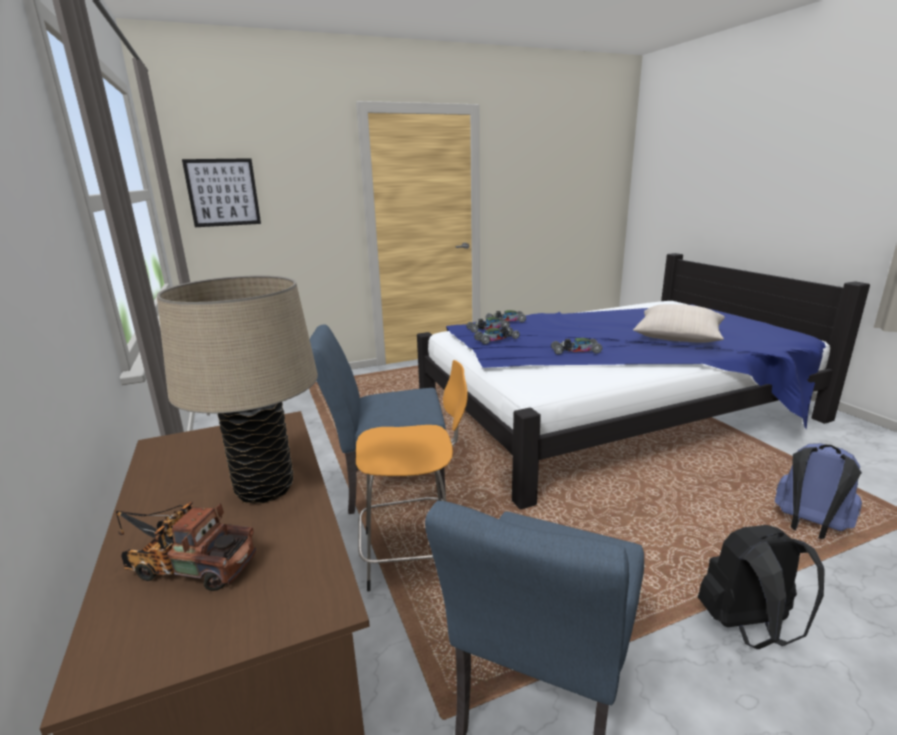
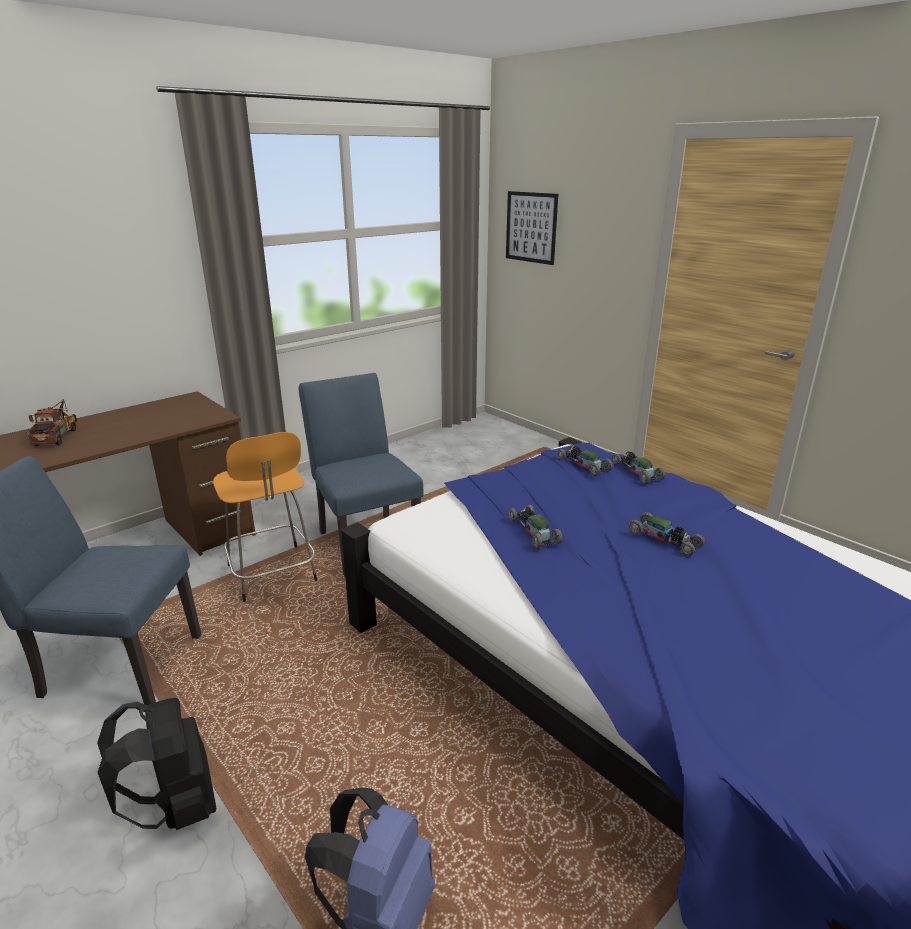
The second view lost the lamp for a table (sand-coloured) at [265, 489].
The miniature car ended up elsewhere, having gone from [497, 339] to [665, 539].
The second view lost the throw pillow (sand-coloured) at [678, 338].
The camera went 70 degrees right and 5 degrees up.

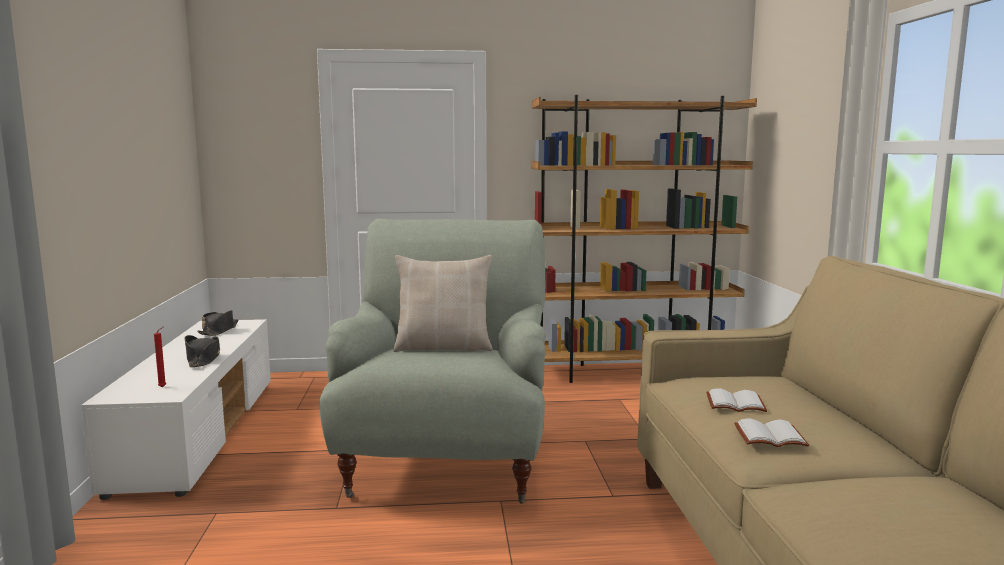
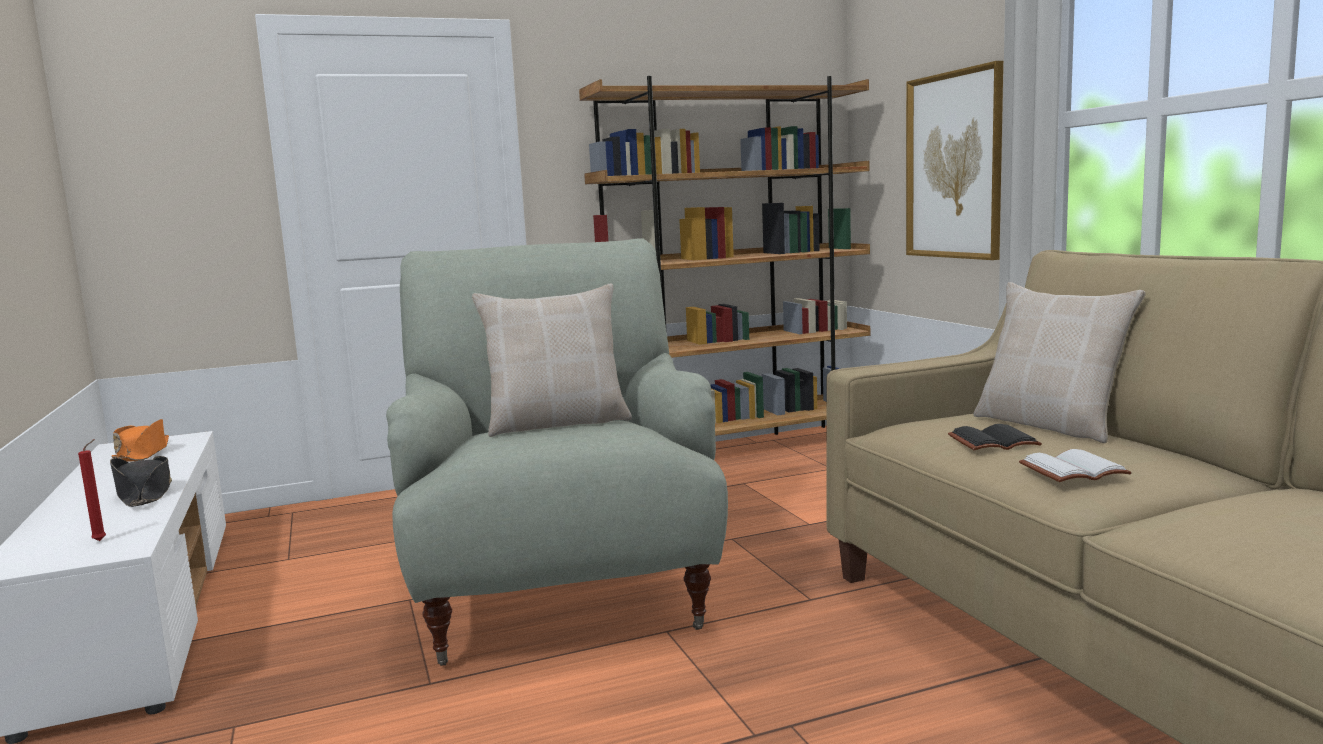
What was the clothing hat (black) at [219, 331] turned into the clothing hat (orangey) at [143, 454].
What was the book (whitish) at [736, 403] turned into the book (black) at [993, 441].
The second view gained the wall picture at [954, 166].
The second view gained the throw pillow (sand-coloured) at [1050, 425].
The camera went 15 degrees left and 0 degrees up.

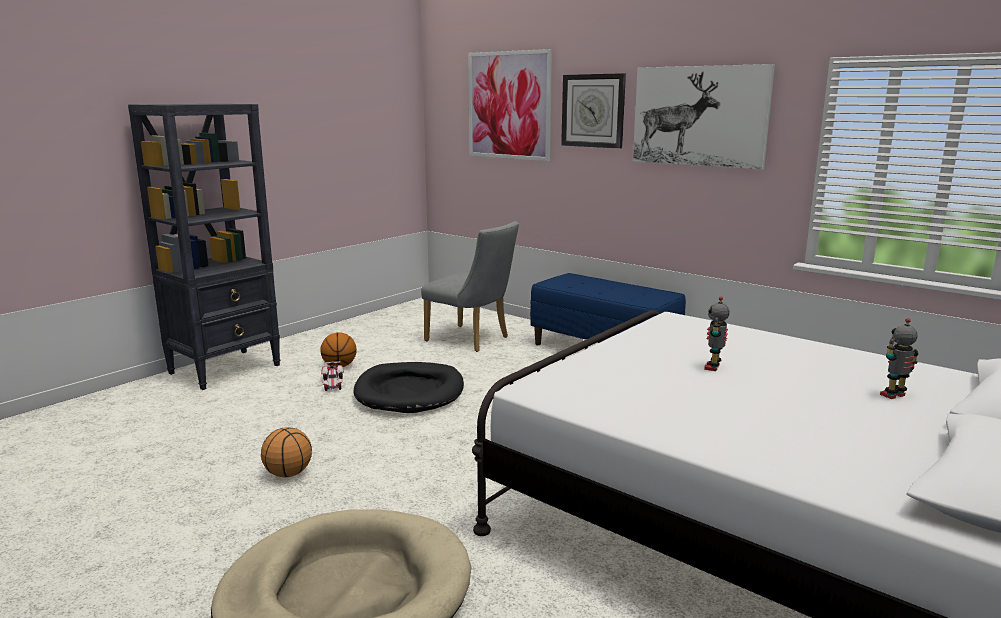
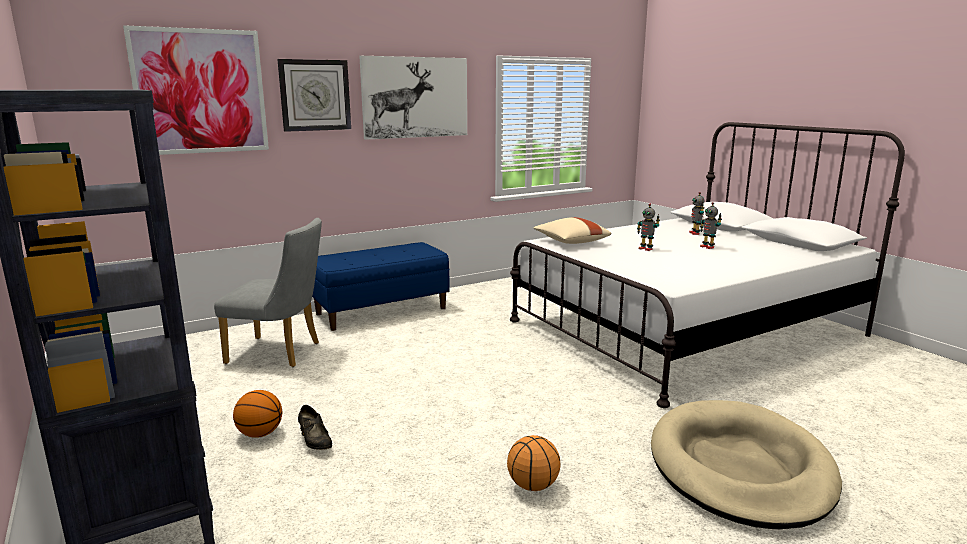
Where the miniature car stood at [333, 384], the low shoe (black) came to stand at [315, 442].
The second view lost the dog cushion (black) at [410, 392].
The upright chair (greyish) at [472, 340] ended up facing another way, 45 degrees clockwise from before.
The second view gained the throw pillow (sand-coloured) at [571, 242].
The second view gained the toy robot at [707, 247].
The camera went 70 degrees left and 0 degrees up.

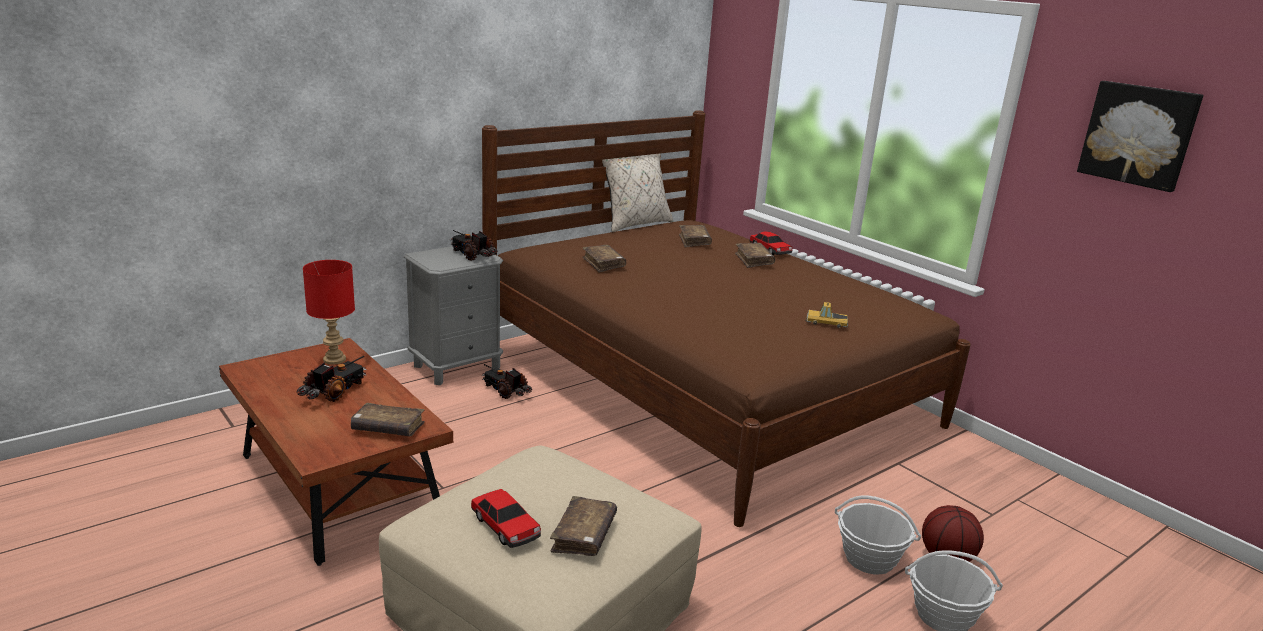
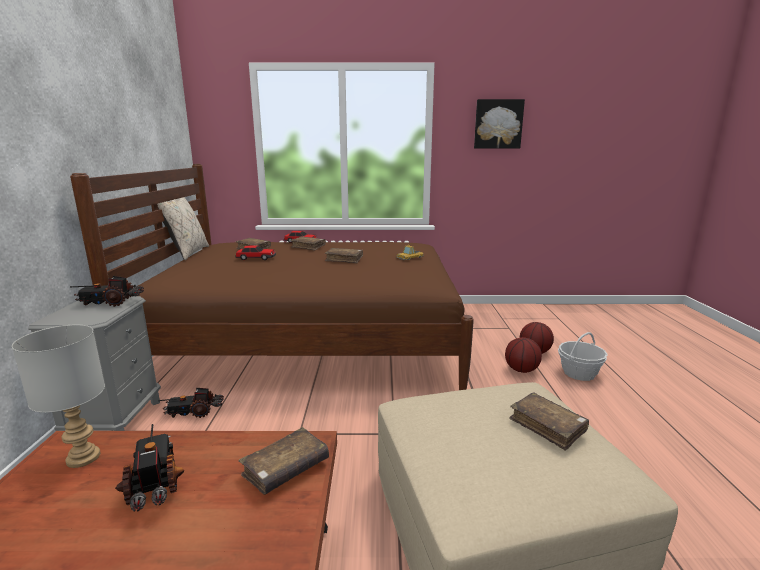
What was the lamp for a table (red) at [334, 360] turned into the lamp for a table (greyish) at [84, 458].
The miniature car ended up elsewhere, having gone from [506, 527] to [256, 258].
The book (brown-coloured) ended up elsewhere, having gone from [603, 264] to [344, 259].
Where the storage basket stood at [869, 558], the basketball ball came to stand at [521, 370].
The camera went 50 degrees left and 5 degrees down.

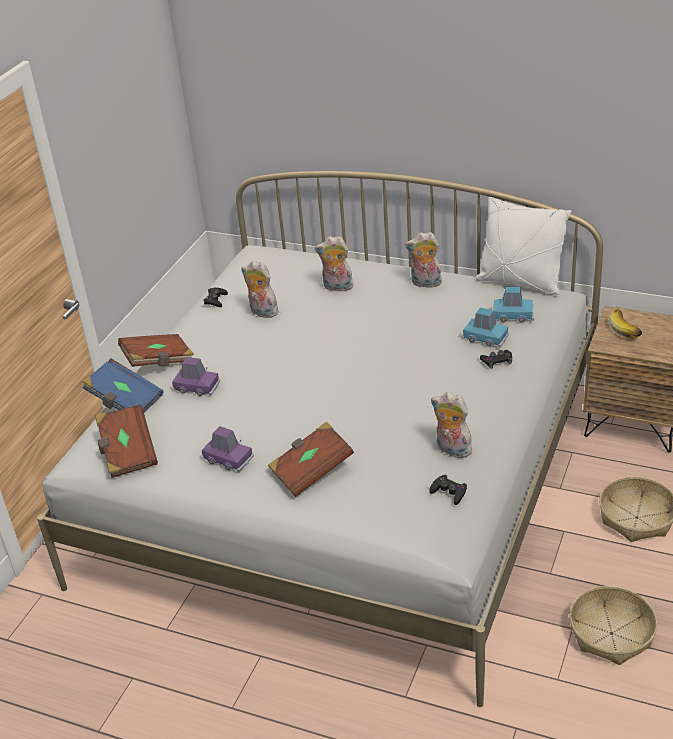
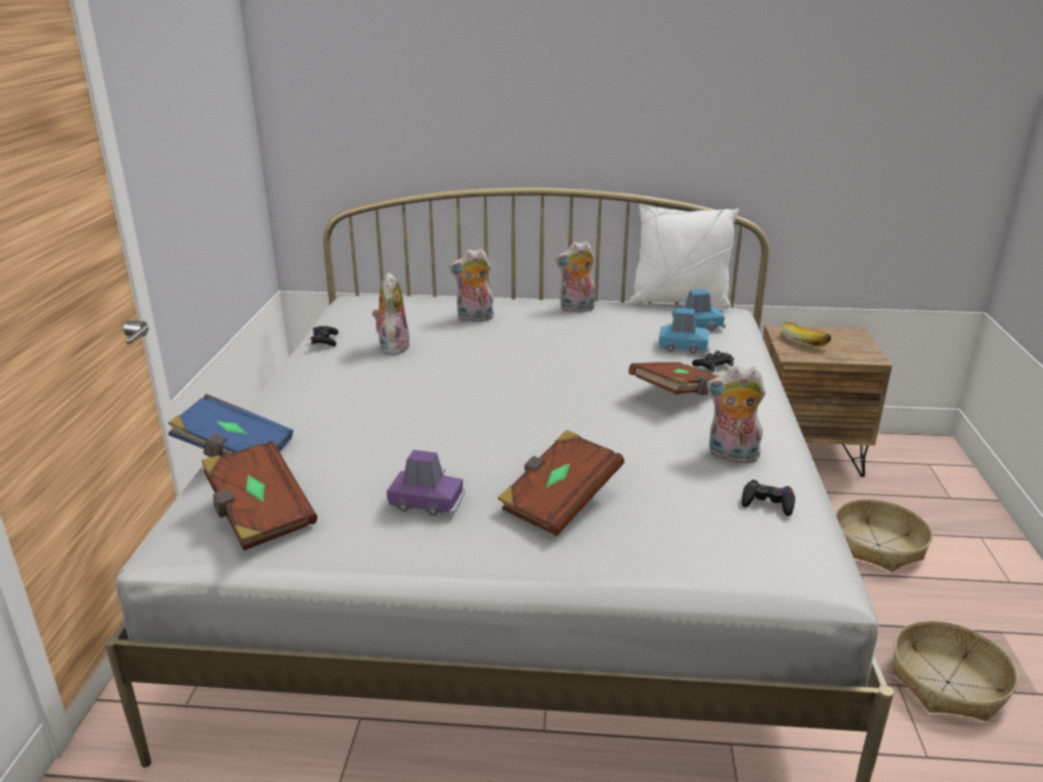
The book (brown-coloured) ended up elsewhere, having gone from [158, 361] to [678, 395].
The second view lost the miniature car (purplish) at [197, 387].
The cuddly toy at [262, 312] ended up facing another way, 75 degrees clockwise from before.
The camera went 20 degrees left and 10 degrees down.

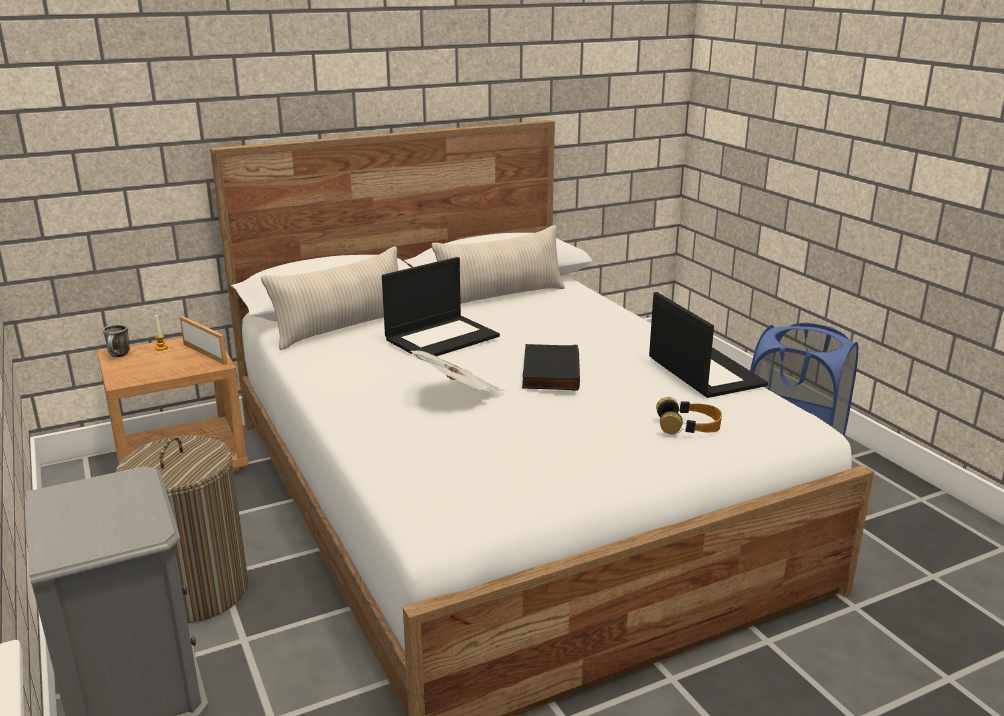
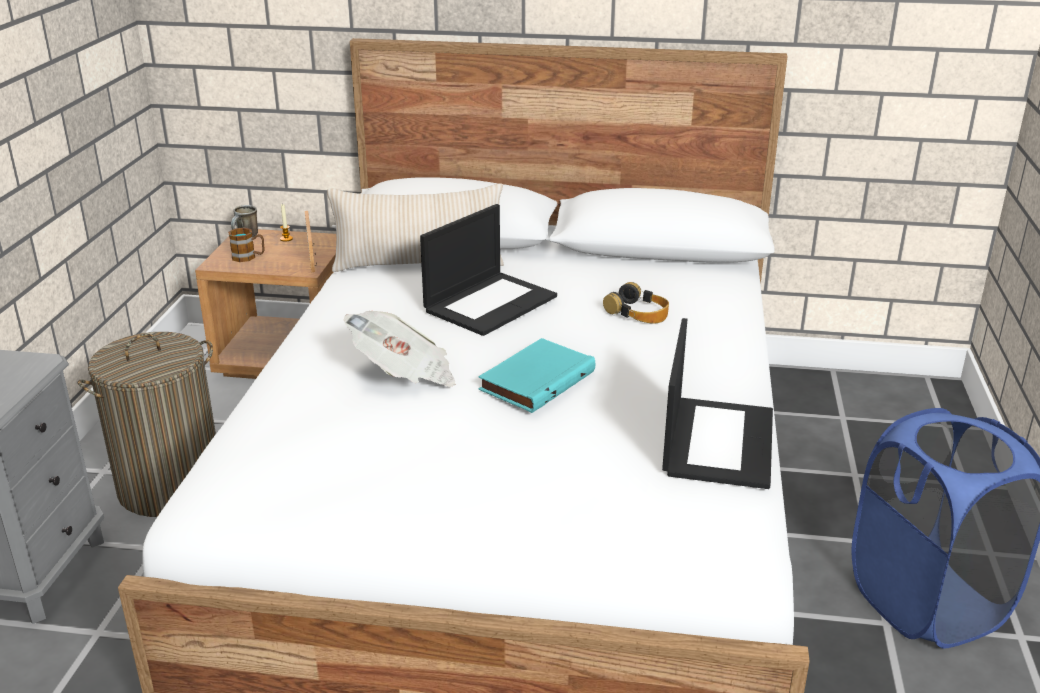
The portable computer at [442, 337] ended up facing another way, 45 degrees counterclockwise from before.
The second view lost the throw pillow (sand-coloured) at [501, 296].
What was the book (black) at [548, 372] turned into the book (blue-green) at [535, 379].
The headset ended up elsewhere, having gone from [688, 425] to [638, 313].
The second view gained the mug at [248, 257].
The camera went 35 degrees right and 5 degrees up.

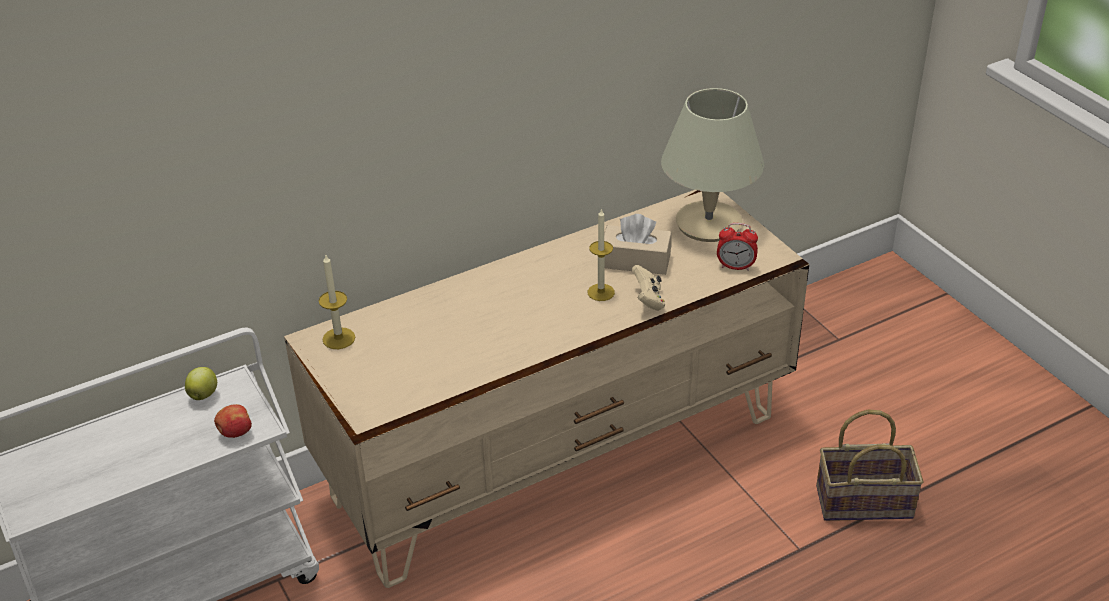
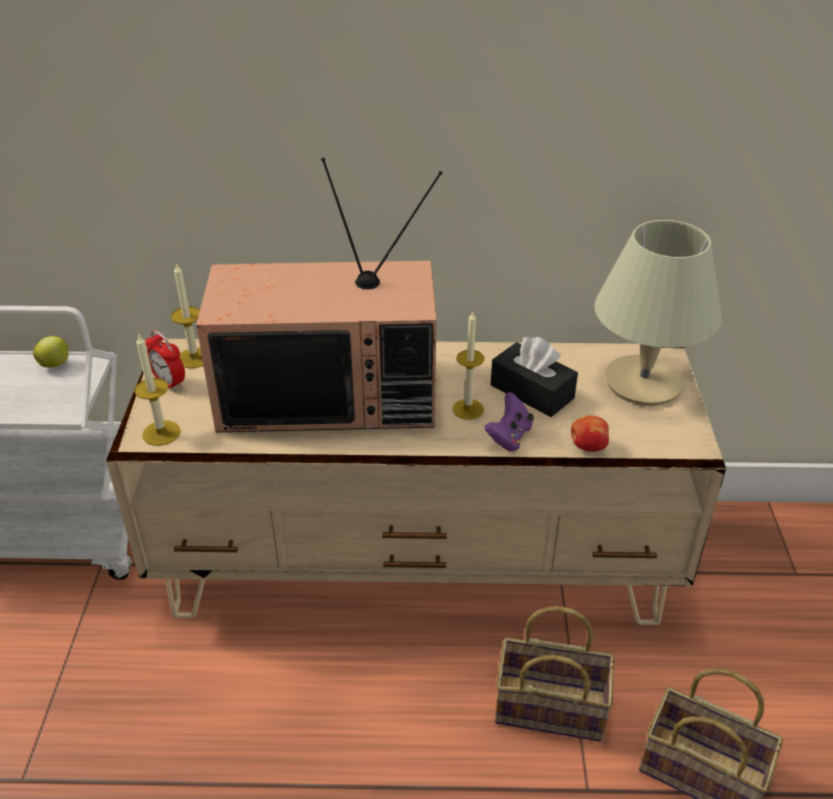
The whole apple ended up elsewhere, having gone from [235, 433] to [587, 446].
What was the box of tissues (sand-coloured) at [635, 261] turned into the box of tissues (black) at [532, 392].
What was the gamepad (sand-coloured) at [648, 300] turned into the gamepad (purplish) at [509, 437].
The alarm clock ended up elsewhere, having gone from [735, 267] to [169, 383].
The second view gained the wax light at [161, 433].
The second view gained the TV at [331, 394].
The second view gained the storage basket at [553, 706].
The camera went 30 degrees right and 0 degrees up.

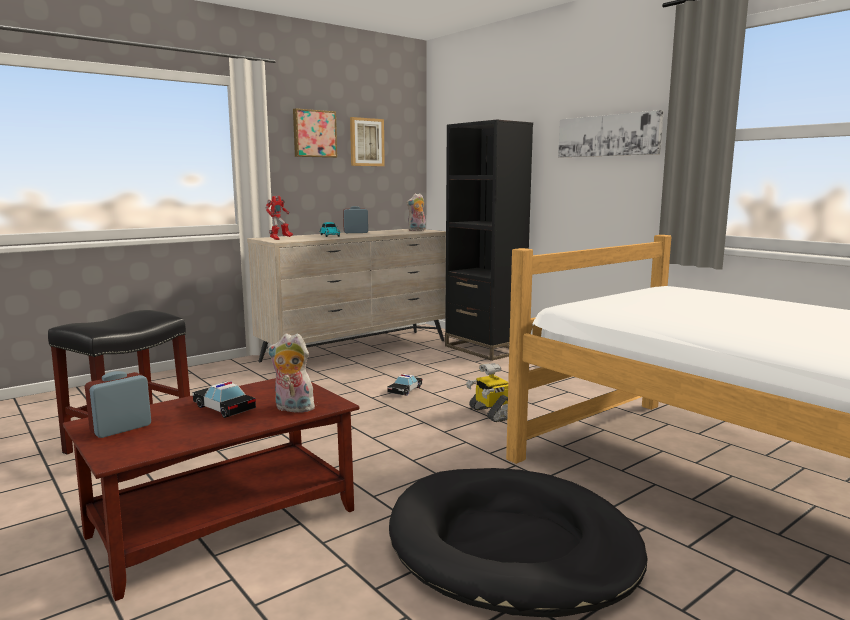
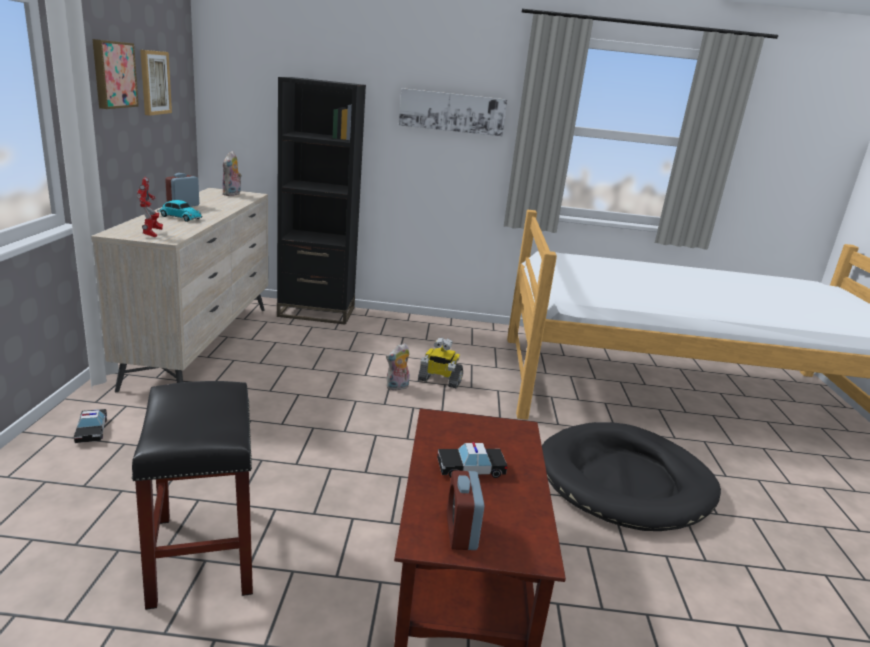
The cuddly toy ended up elsewhere, having gone from [292, 409] to [397, 387].
The miniature car ended up elsewhere, having gone from [405, 390] to [91, 431].
The camera went 50 degrees left and 10 degrees up.

